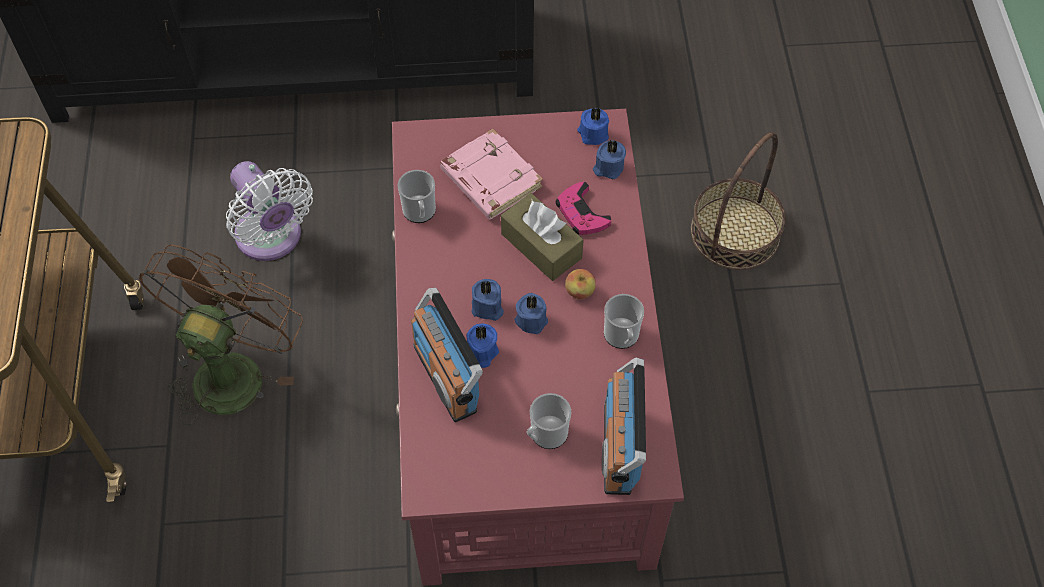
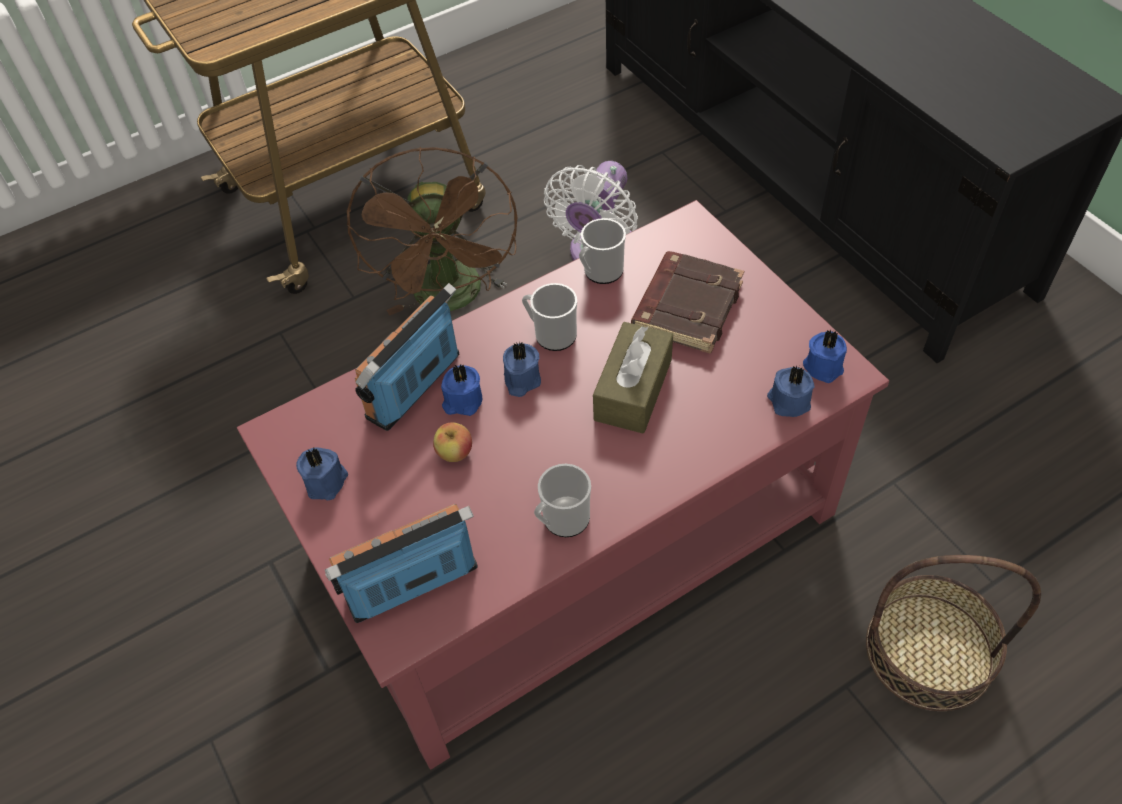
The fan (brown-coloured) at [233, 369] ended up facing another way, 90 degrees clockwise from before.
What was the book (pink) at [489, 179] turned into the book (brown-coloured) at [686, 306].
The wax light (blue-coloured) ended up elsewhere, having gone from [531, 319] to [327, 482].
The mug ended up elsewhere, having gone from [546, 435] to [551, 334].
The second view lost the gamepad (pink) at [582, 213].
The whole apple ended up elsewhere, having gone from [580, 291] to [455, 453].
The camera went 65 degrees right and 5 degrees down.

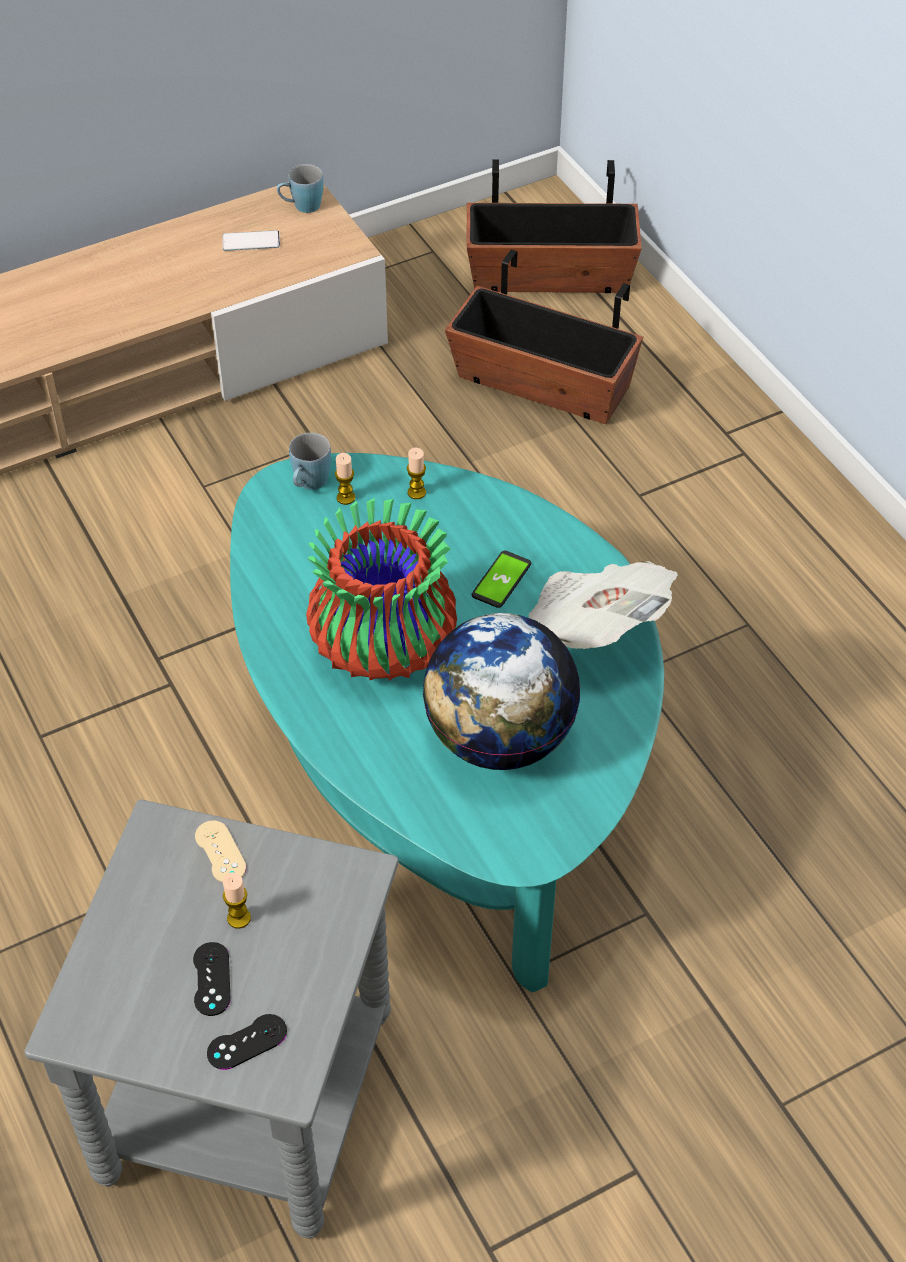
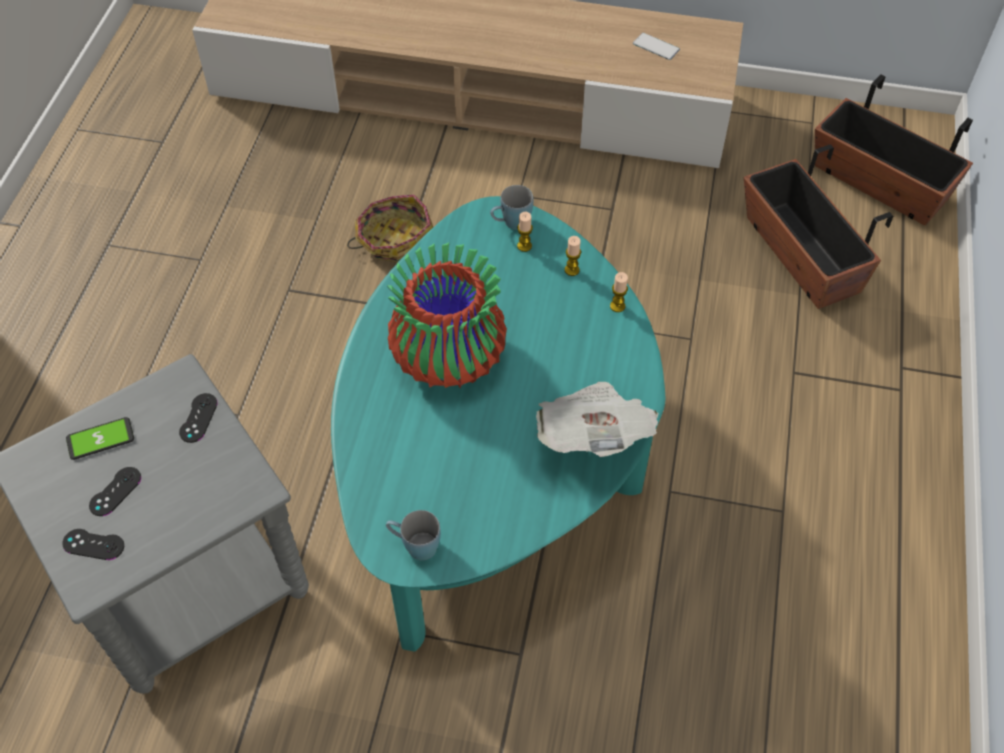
What was the gamepad (sand-coloured) at [220, 852] turned into the gamepad (black) at [198, 418].
The wax light ended up elsewhere, having gone from [239, 918] to [617, 306].
The mug (blue-coloured) ended up elsewhere, having gone from [301, 207] to [414, 545].
The second view lost the globe at [499, 738].
The handset ended up elsewhere, having gone from [501, 580] to [100, 439].
The second view gained the storage basket at [394, 239].
The camera went 40 degrees right and 5 degrees up.

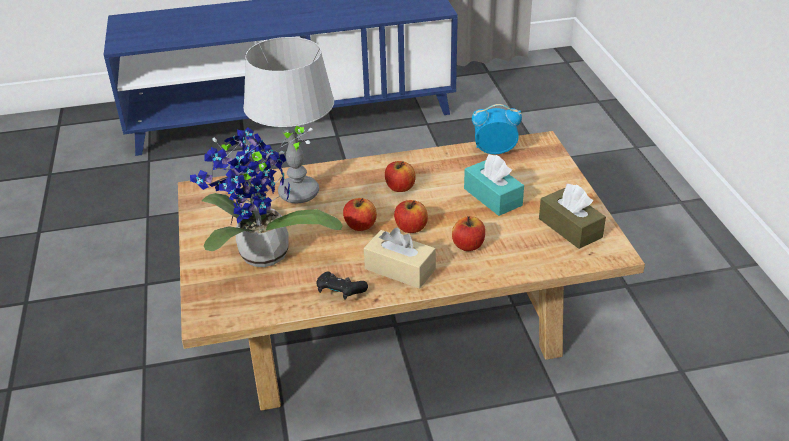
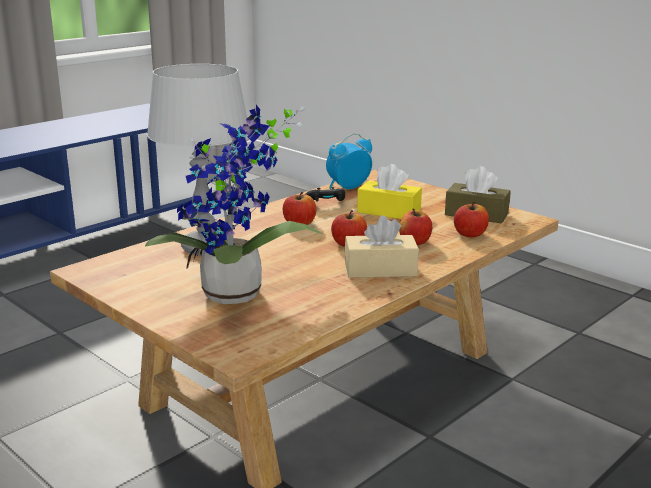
The gamepad (black) ended up elsewhere, having gone from [340, 293] to [325, 204].
The whole apple ended up elsewhere, having gone from [360, 225] to [470, 234].
What was the box of tissues (blue-green) at [492, 197] turned into the box of tissues (yellow-coloured) at [388, 212].
The camera went 35 degrees left and 15 degrees down.

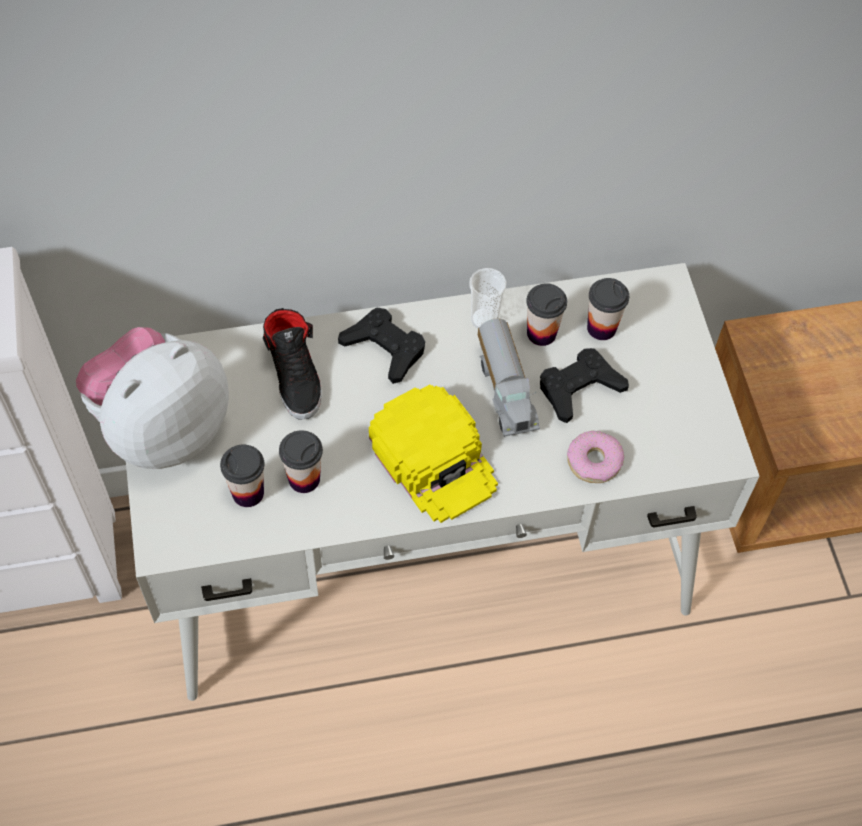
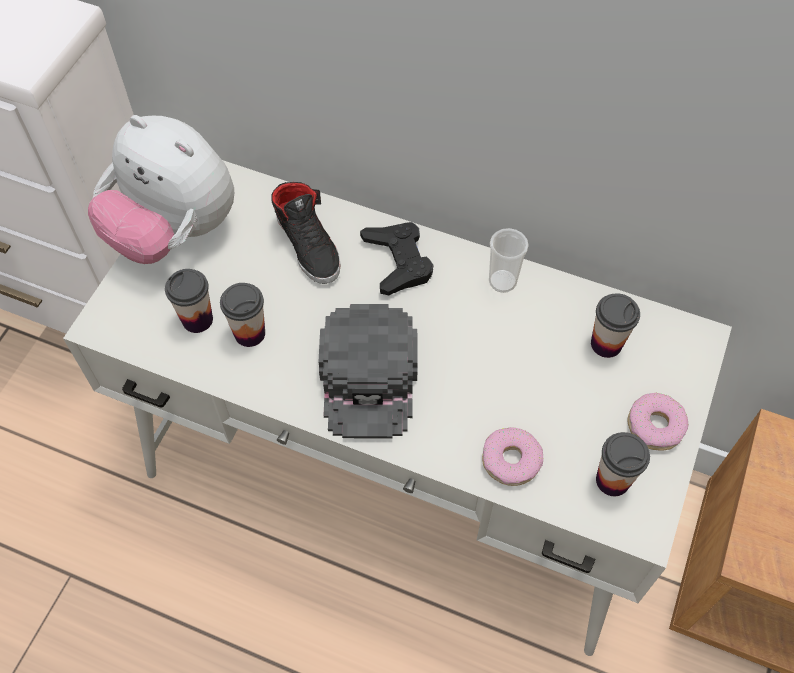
The cuddly toy at [162, 428] ended up facing another way, 135 degrees counterclockwise from before.
The low shoe (black) at [295, 374] ended up facing another way, 45 degrees counterclockwise from before.
What was the peaked cap (yellow-coloured) at [435, 459] turned into the peaked cap (black) at [369, 377].
The second view lost the model truck at [507, 389].
The drinking cup ended up elsewhere, having gone from [541, 333] to [612, 480].
The second view lost the gamepad (black) at [579, 388].
The second view gained the donut at [654, 426].
The camera went 35 degrees right and 0 degrees up.

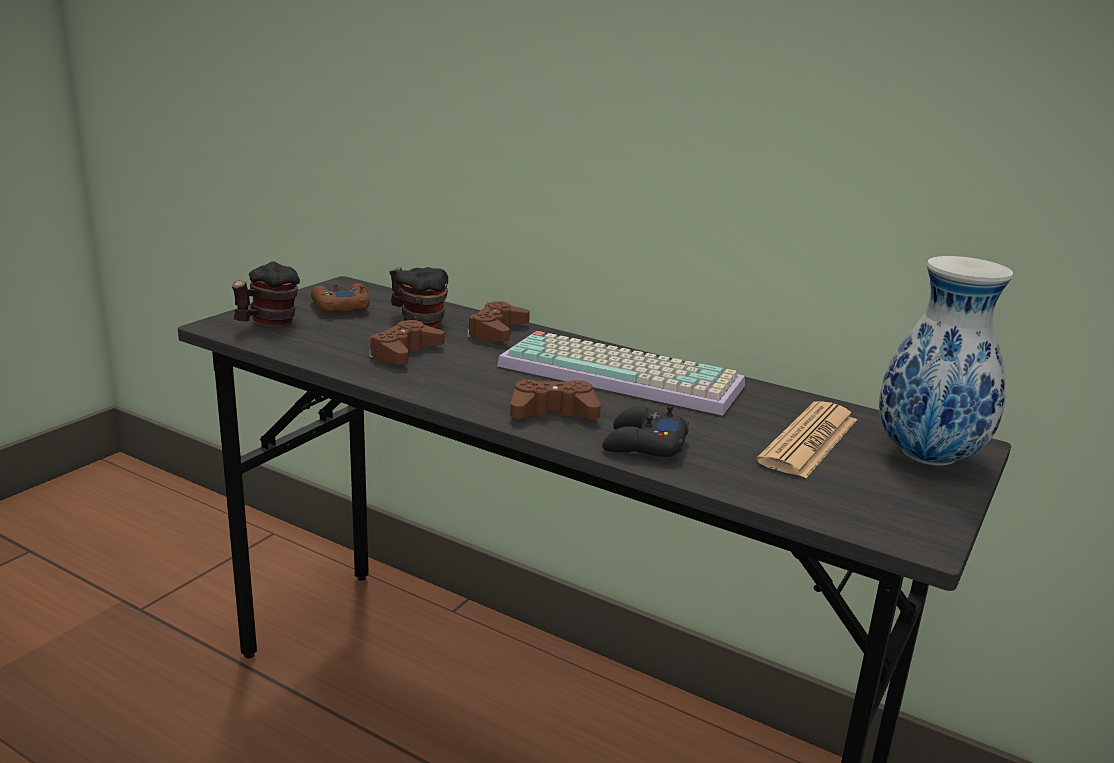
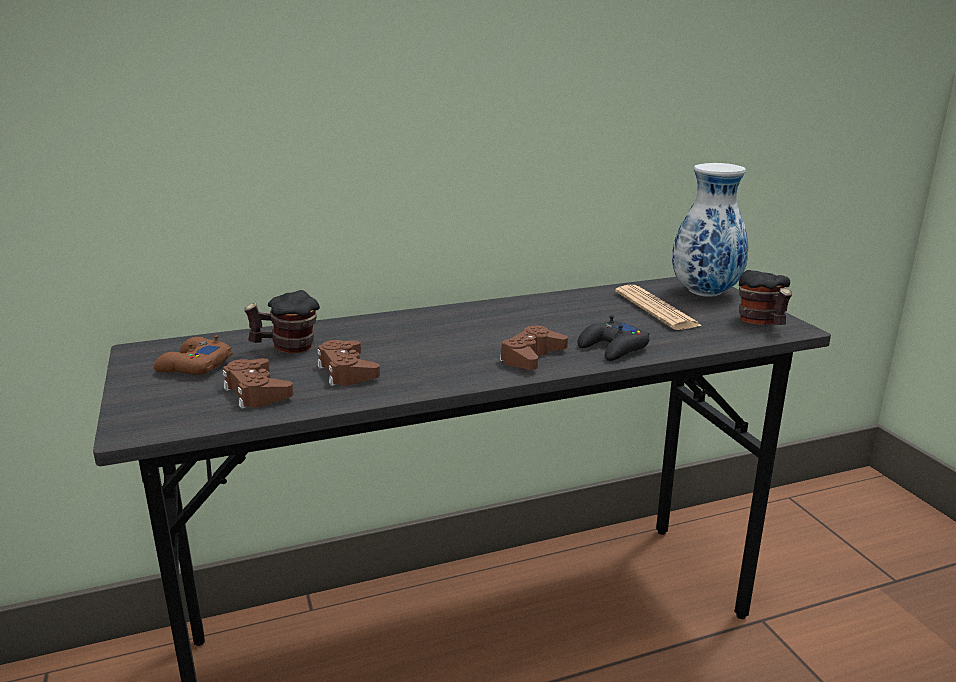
The mug ended up elsewhere, having gone from [267, 323] to [761, 324].
The gamepad (brown-coloured) ended up elsewhere, having gone from [497, 331] to [257, 391].
The second view lost the keyboard at [624, 374].
The camera went 50 degrees left and 0 degrees up.

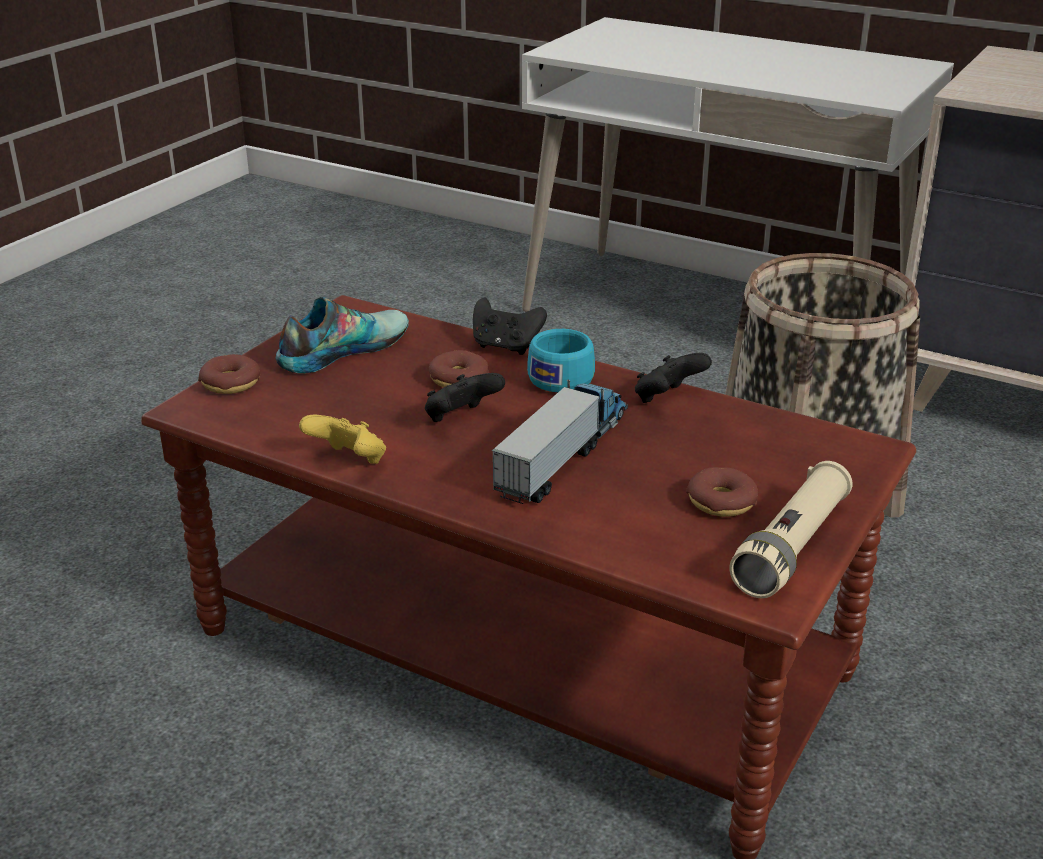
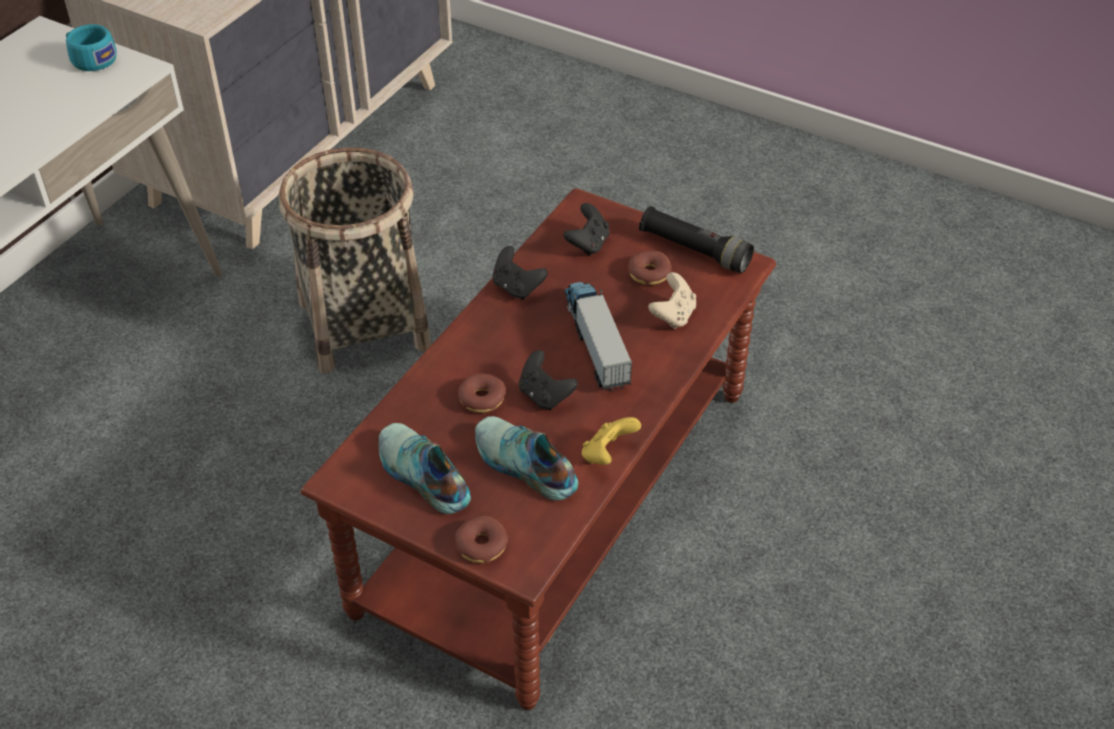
The gamepad (black) ended up elsewhere, having gone from [506, 346] to [588, 244].
The model truck at [564, 455] ended up facing another way, 45 degrees clockwise from before.
The drinking cup (blue-green) ended up elsewhere, having gone from [565, 377] to [90, 59].
What was the torch (sand-coloured) at [792, 547] turned into the torch (black) at [694, 250].
The second view gained the low shoe at [523, 466].
The second view gained the gamepad (sand-coloured) at [673, 316].
The camera went 90 degrees left and 15 degrees up.

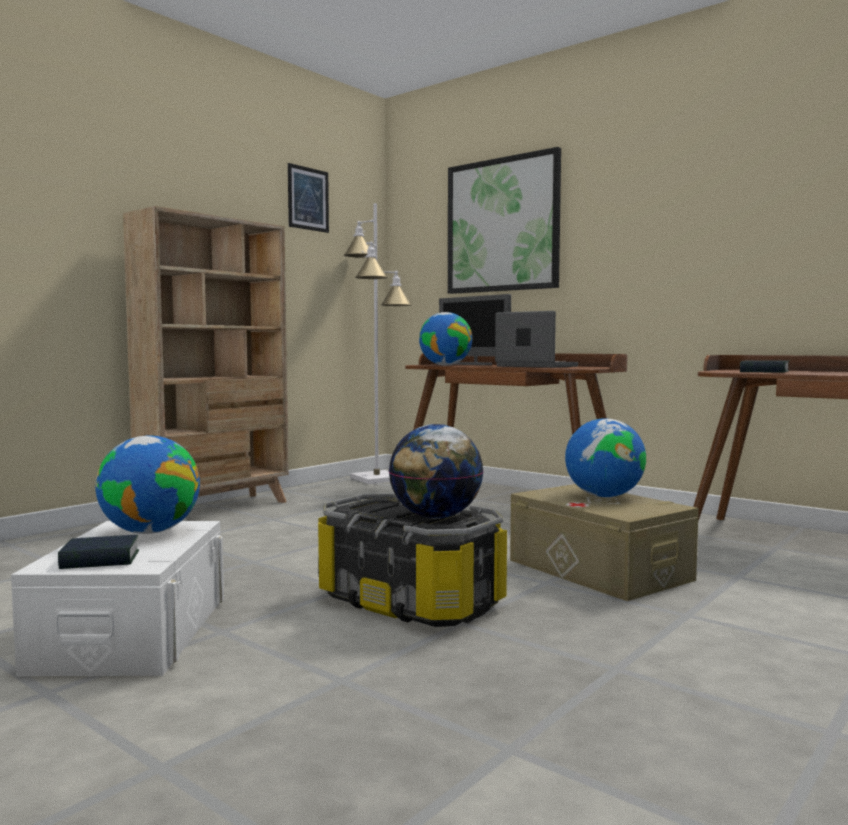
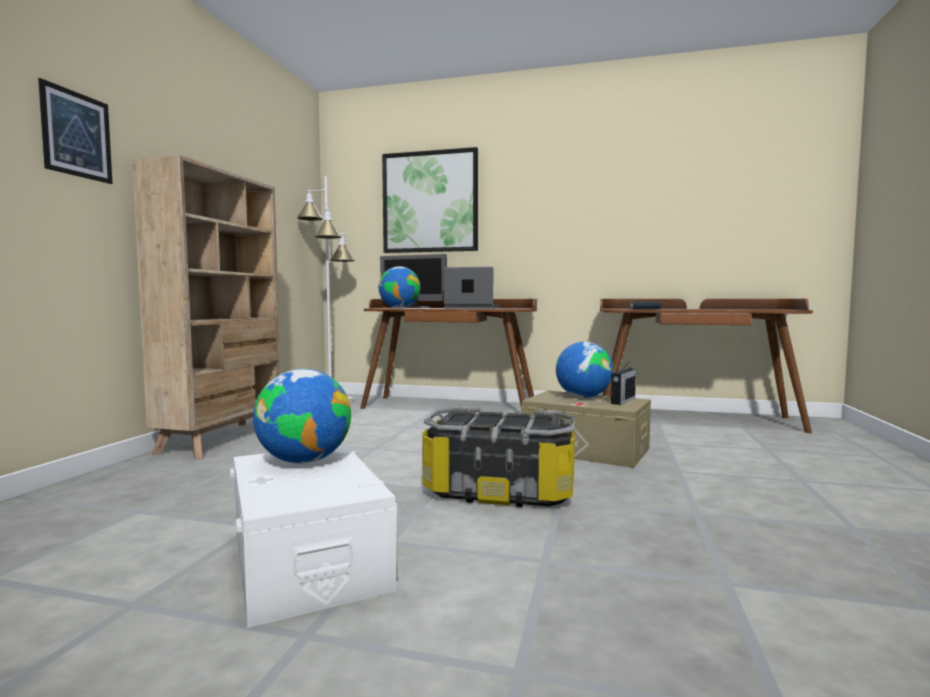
The second view lost the book at [100, 560].
The wall picture ended up elsewhere, having gone from [308, 199] to [77, 134].
The second view lost the globe at [435, 517].
The second view gained the radio set at [622, 401].
The camera went 25 degrees left and 0 degrees up.

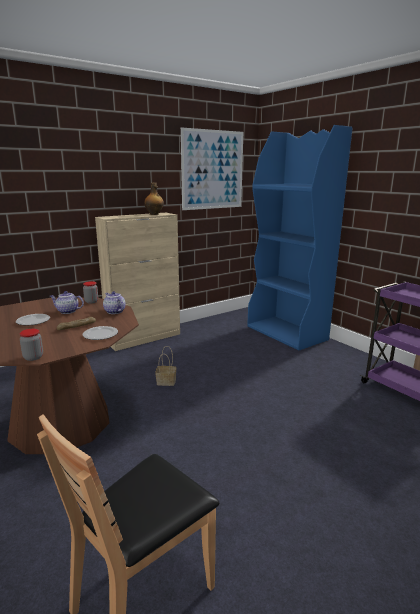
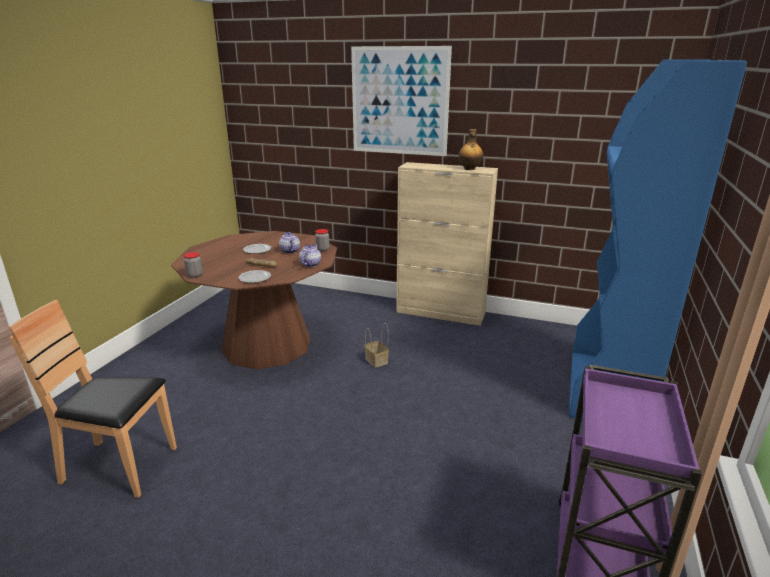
The wall picture ended up elsewhere, having gone from [213, 170] to [399, 101].
The camera went 55 degrees right and 5 degrees up.

